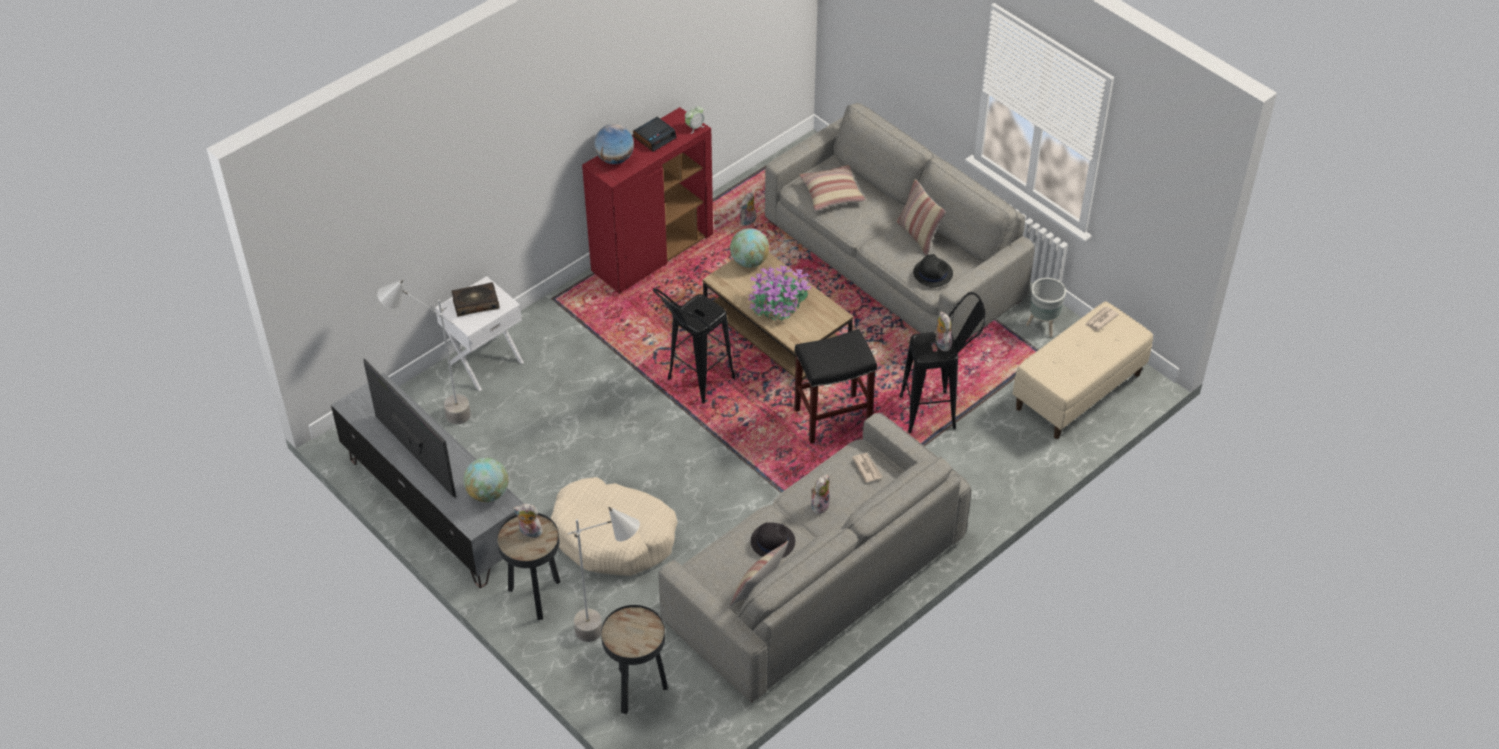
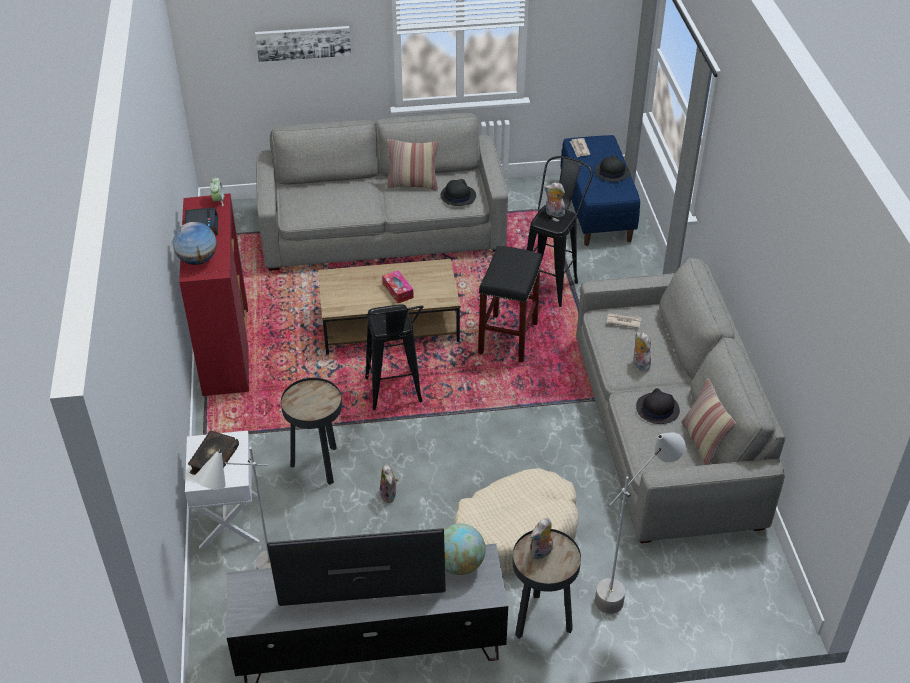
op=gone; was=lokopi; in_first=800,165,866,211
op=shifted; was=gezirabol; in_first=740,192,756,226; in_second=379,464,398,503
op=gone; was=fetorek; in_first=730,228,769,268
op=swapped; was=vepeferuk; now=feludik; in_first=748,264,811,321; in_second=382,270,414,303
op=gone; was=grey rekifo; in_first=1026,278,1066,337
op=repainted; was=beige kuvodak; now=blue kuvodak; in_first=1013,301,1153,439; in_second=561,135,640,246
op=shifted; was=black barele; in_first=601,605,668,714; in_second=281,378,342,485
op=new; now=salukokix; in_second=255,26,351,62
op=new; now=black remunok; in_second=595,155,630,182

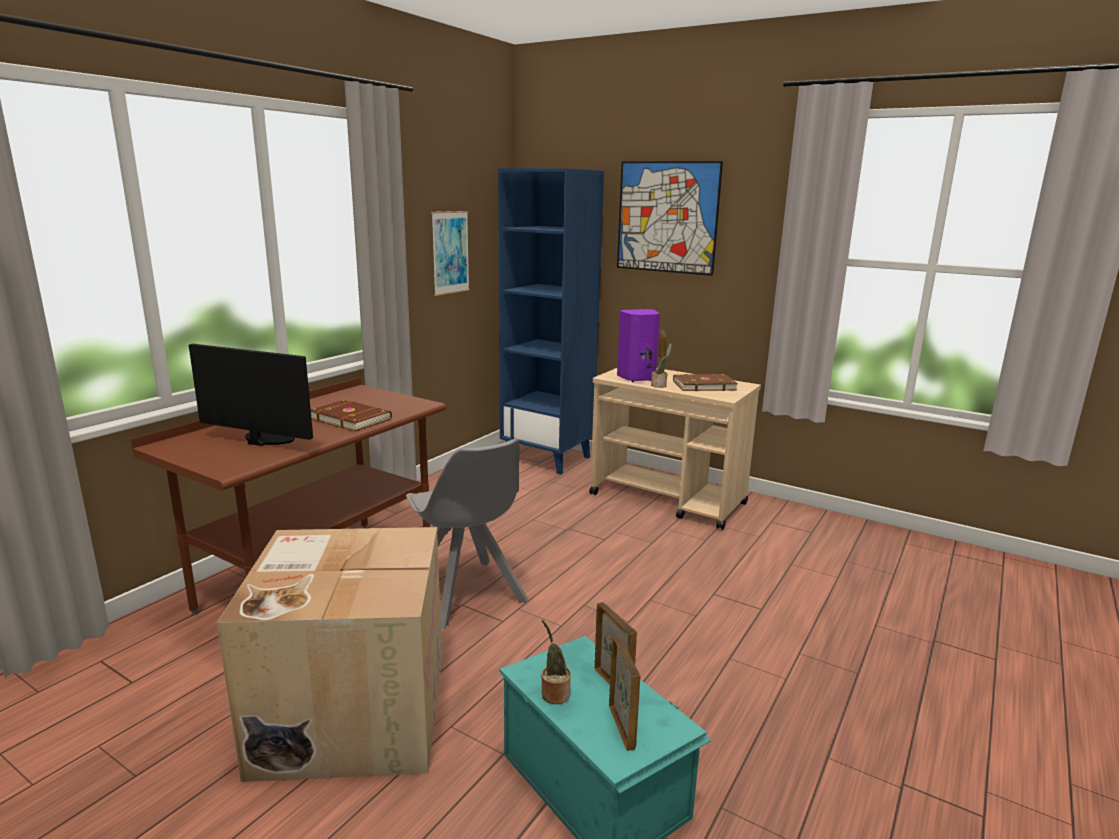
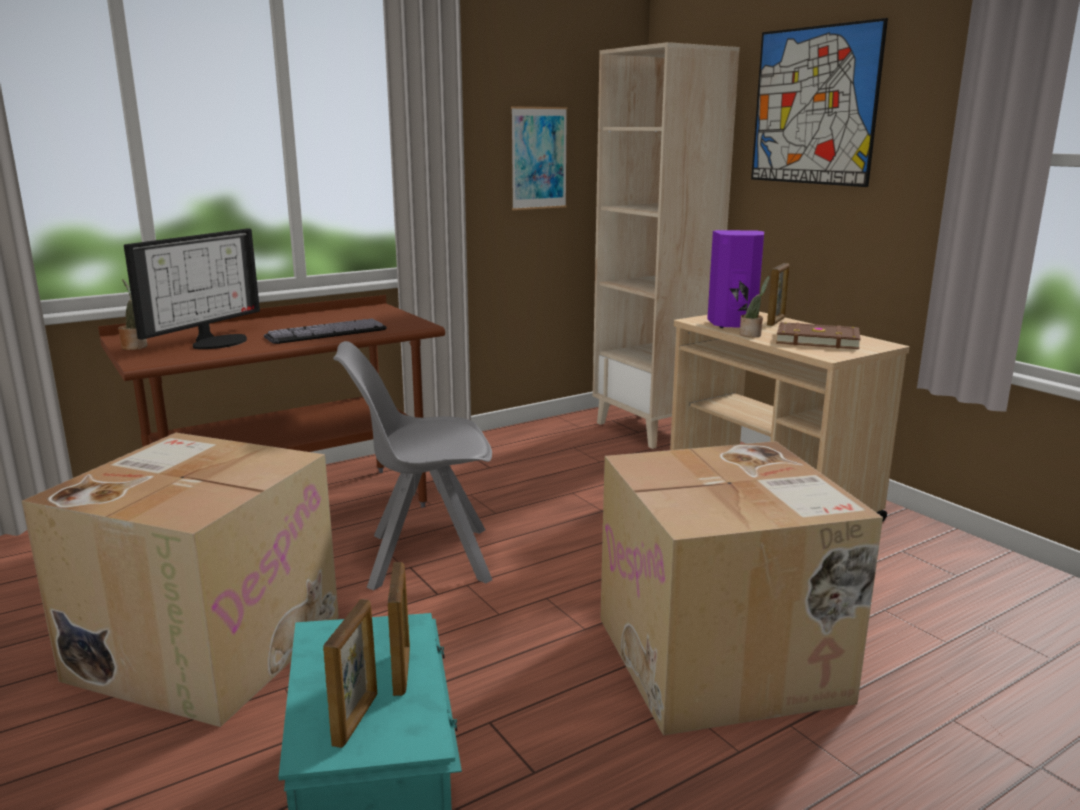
op=repainted; was=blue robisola; now=beige robisola; in_first=498,168,604,475; in_second=593,42,740,449
op=rotated; was=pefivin; in_first=189,344,313,446; in_second=124,228,260,349; clockwise=75
op=swapped; was=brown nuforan; now=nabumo; in_first=311,399,392,431; in_second=264,319,387,344
op=rotated; was=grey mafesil; in_first=406,439,528,629; in_second=333,341,492,590; clockwise=90
op=shifted; was=vepeferuk; in_first=541,620,571,704; in_second=118,279,148,350
op=new; now=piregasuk; in_second=600,441,883,736

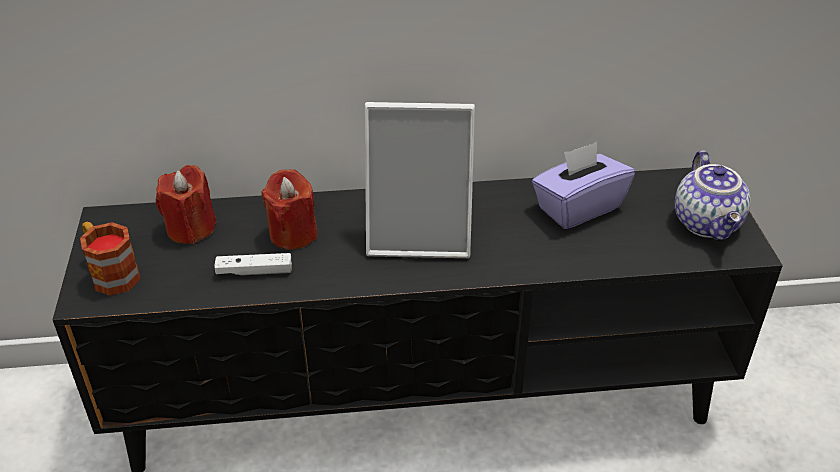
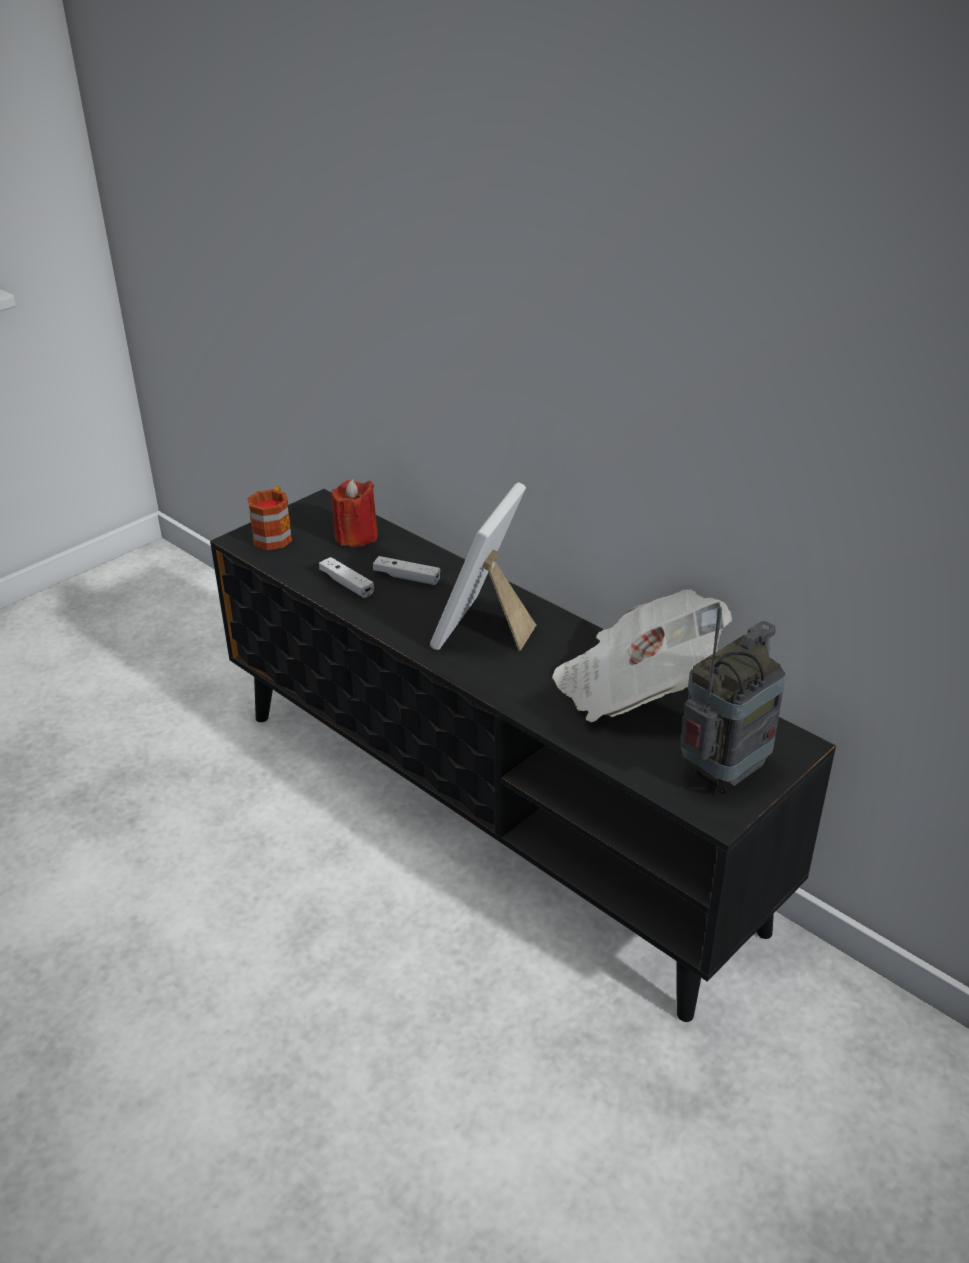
op=rotated; was=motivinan; in_first=365,102,475,258; in_second=430,482,536,651; clockwise=60
op=swapped; was=purple feludik; now=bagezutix; in_first=532,142,635,229; in_second=552,589,732,723
op=swapped; was=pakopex; now=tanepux; in_first=675,150,751,241; in_second=680,607,786,794
op=swapped; was=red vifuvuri; now=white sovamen; in_first=261,169,318,250; in_second=373,556,440,585

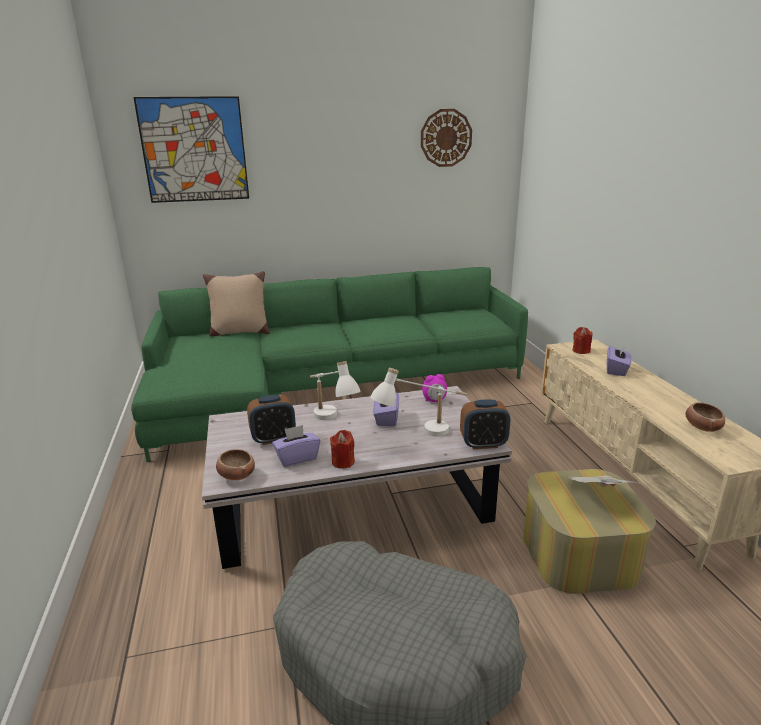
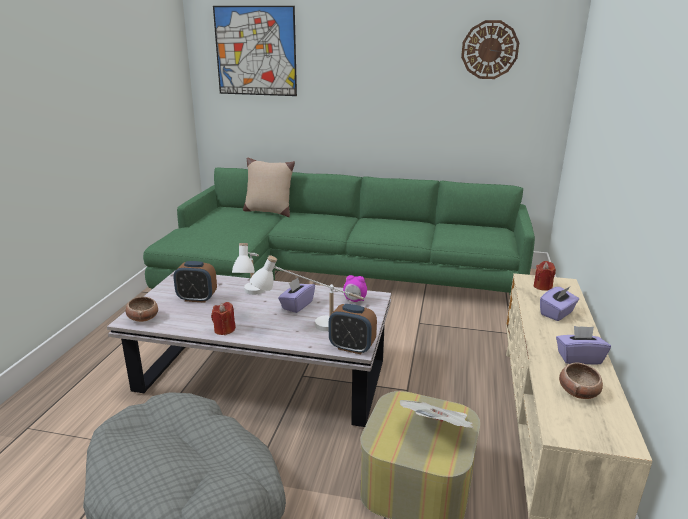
op=shifted; was=purple feludik; in_first=272,425,320,467; in_second=556,326,611,365

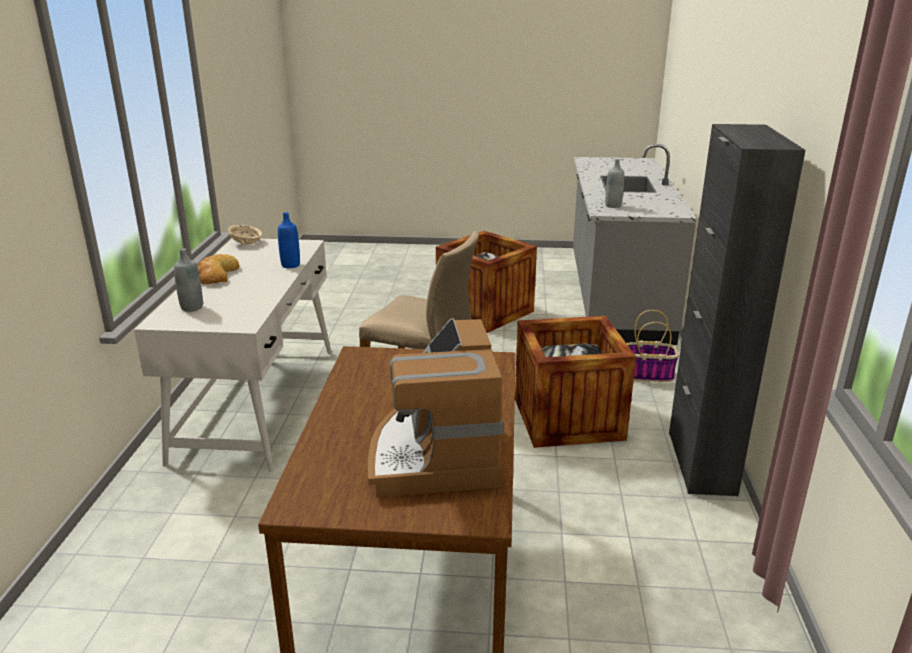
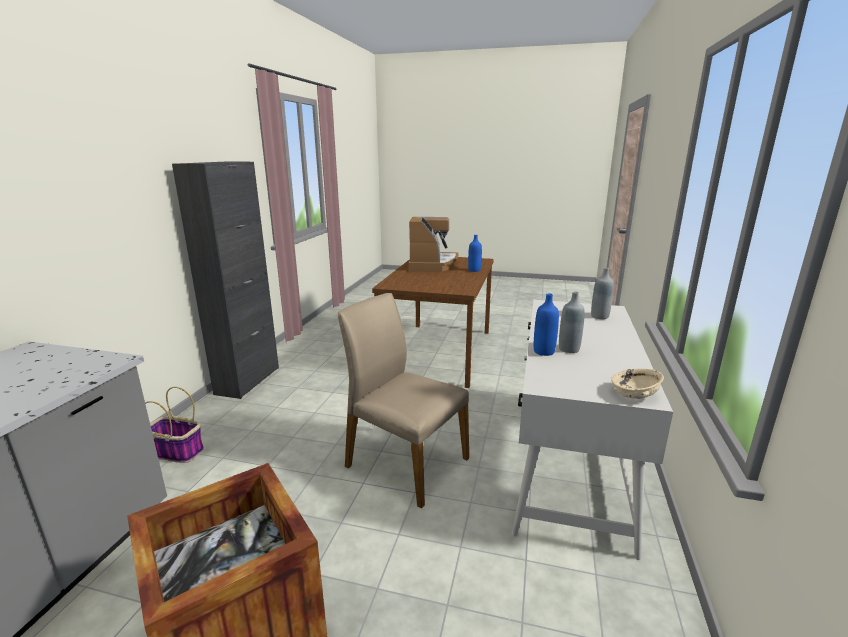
op=shifted; was=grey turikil; in_first=605,159,624,208; in_second=559,292,585,353
op=gone; was=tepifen; in_first=197,254,239,285
op=gone; was=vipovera; in_first=515,316,636,448
op=new; now=blue turikil; in_second=468,235,482,272

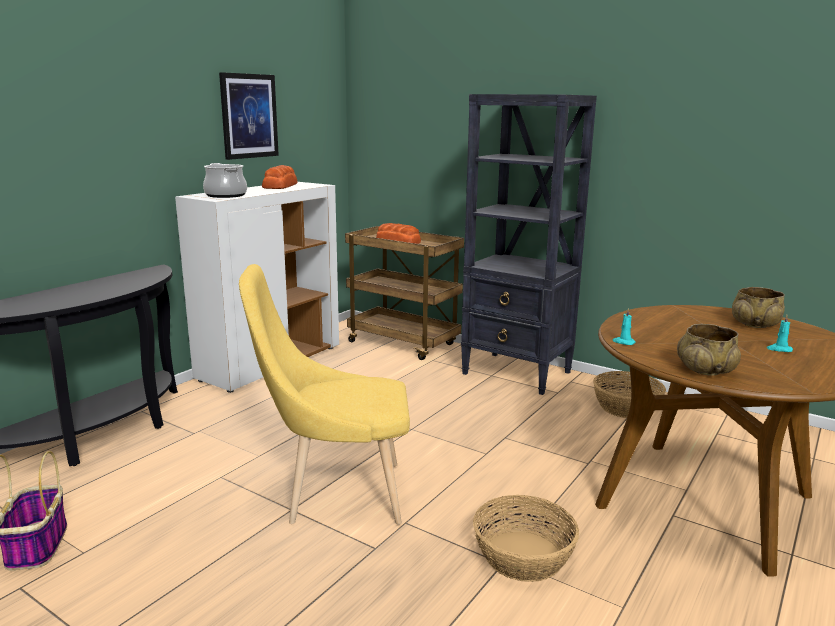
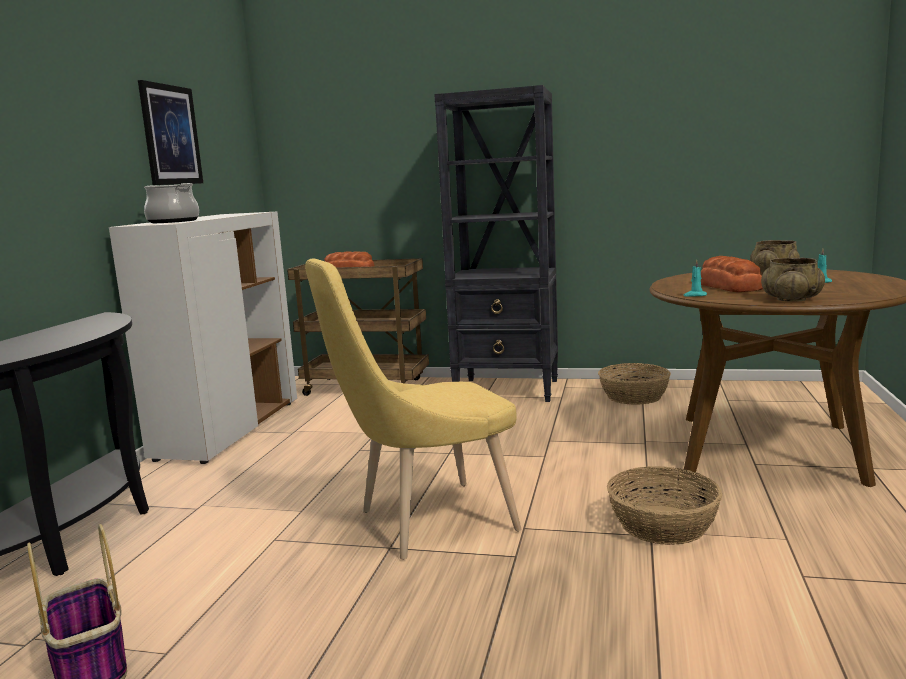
op=shifted; was=tepifen; in_first=262,165,297,189; in_second=701,256,763,292

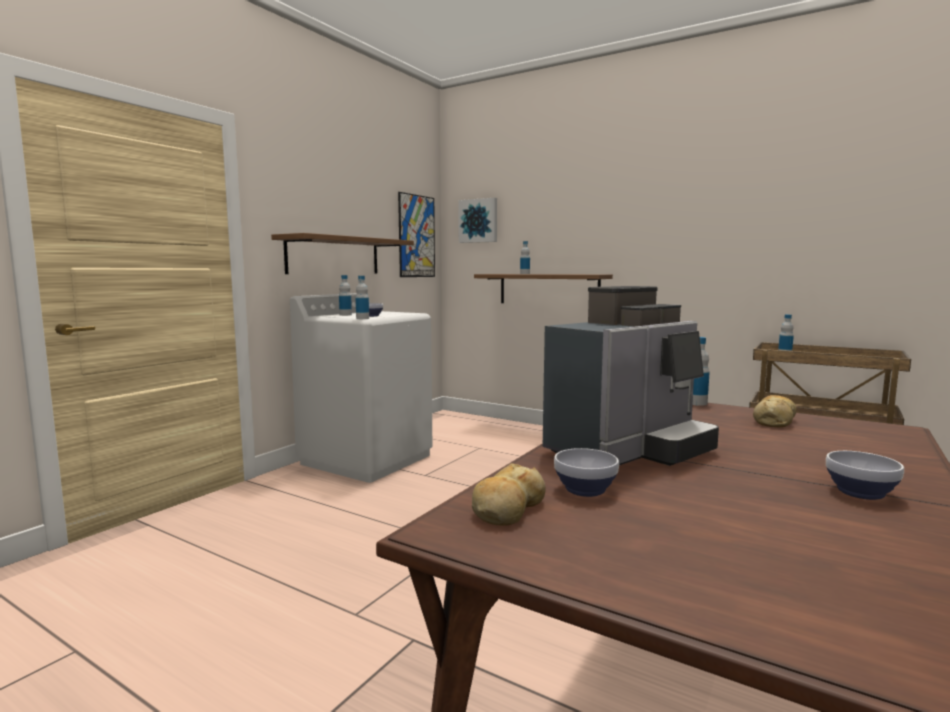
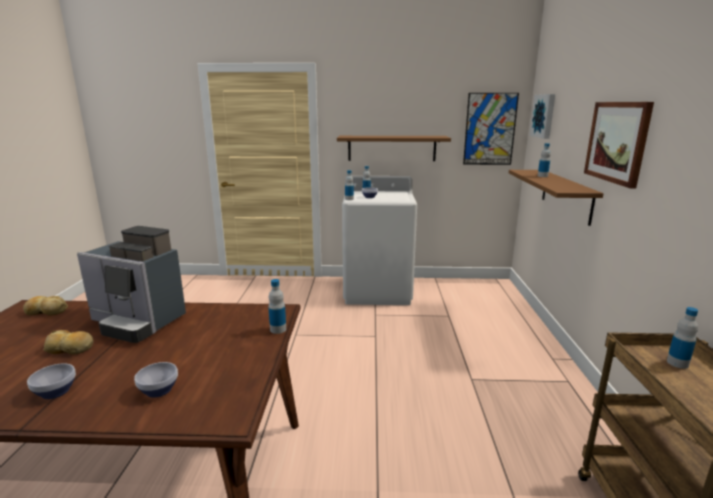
op=shifted; was=tepifen; in_first=753,395,797,427; in_second=43,330,94,355
op=shifted; was=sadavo; in_first=554,448,619,497; in_second=134,362,178,398
op=new; now=salukokix; in_second=584,102,654,188

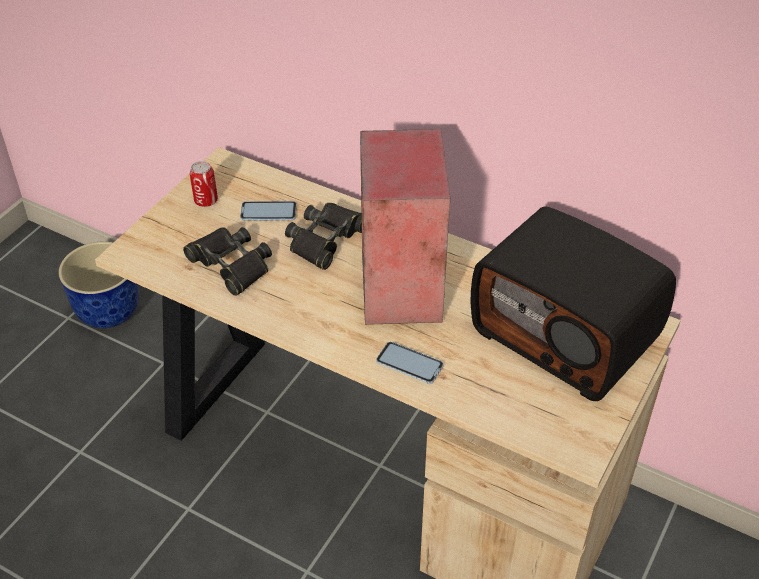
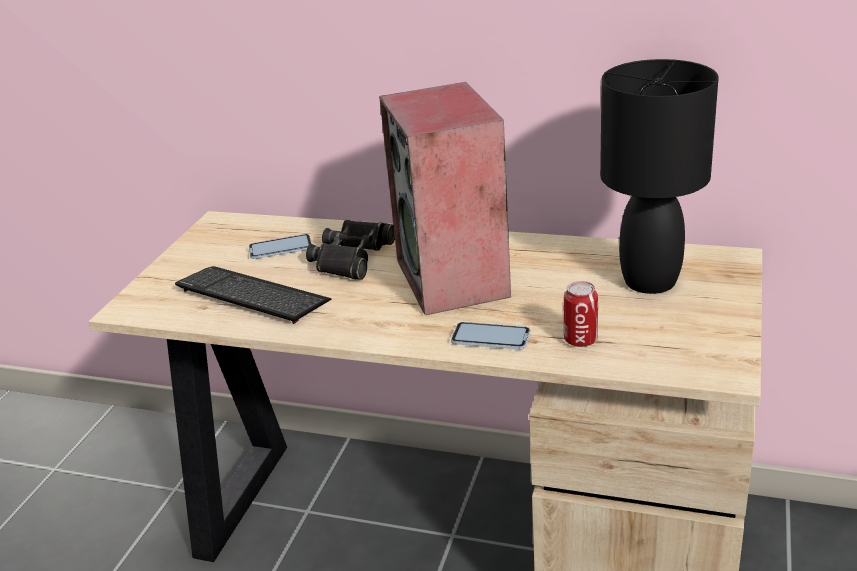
op=shifted; was=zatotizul; in_first=190,161,218,207; in_second=564,281,598,347
op=swapped; was=tanepux; now=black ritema; in_first=471,206,676,401; in_second=600,59,718,294
op=swapped; was=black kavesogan; now=nabumo; in_first=183,227,272,296; in_second=175,266,331,324
op=gone; was=rekifo; in_first=58,242,139,328

